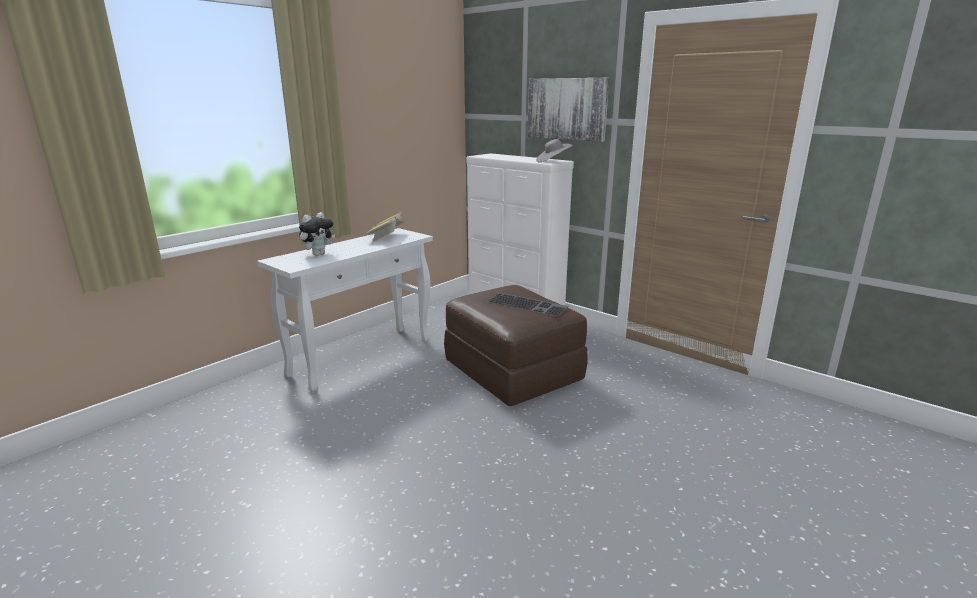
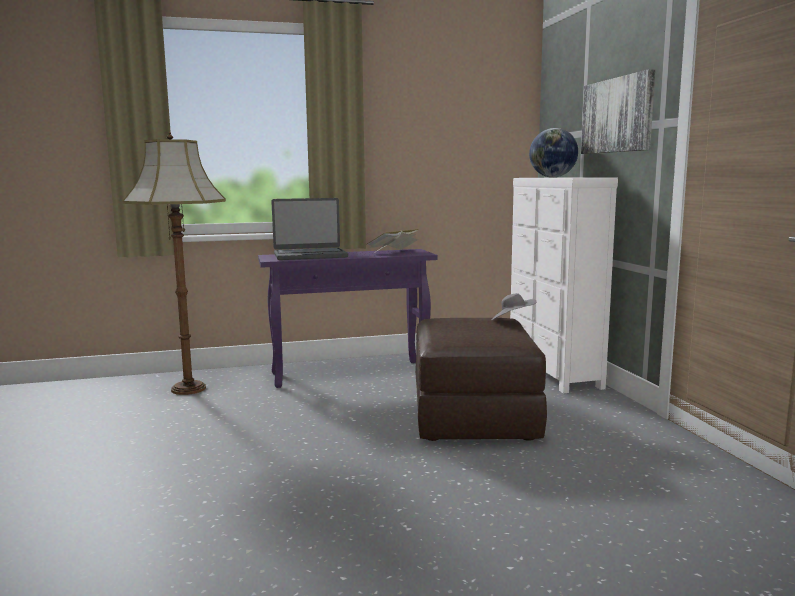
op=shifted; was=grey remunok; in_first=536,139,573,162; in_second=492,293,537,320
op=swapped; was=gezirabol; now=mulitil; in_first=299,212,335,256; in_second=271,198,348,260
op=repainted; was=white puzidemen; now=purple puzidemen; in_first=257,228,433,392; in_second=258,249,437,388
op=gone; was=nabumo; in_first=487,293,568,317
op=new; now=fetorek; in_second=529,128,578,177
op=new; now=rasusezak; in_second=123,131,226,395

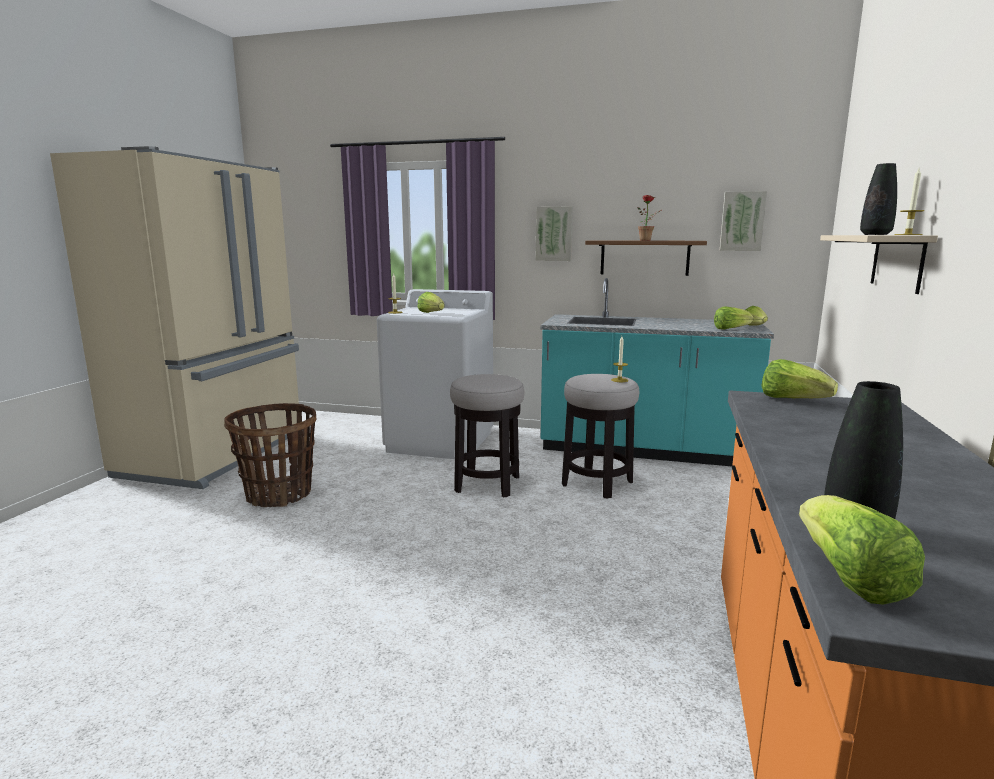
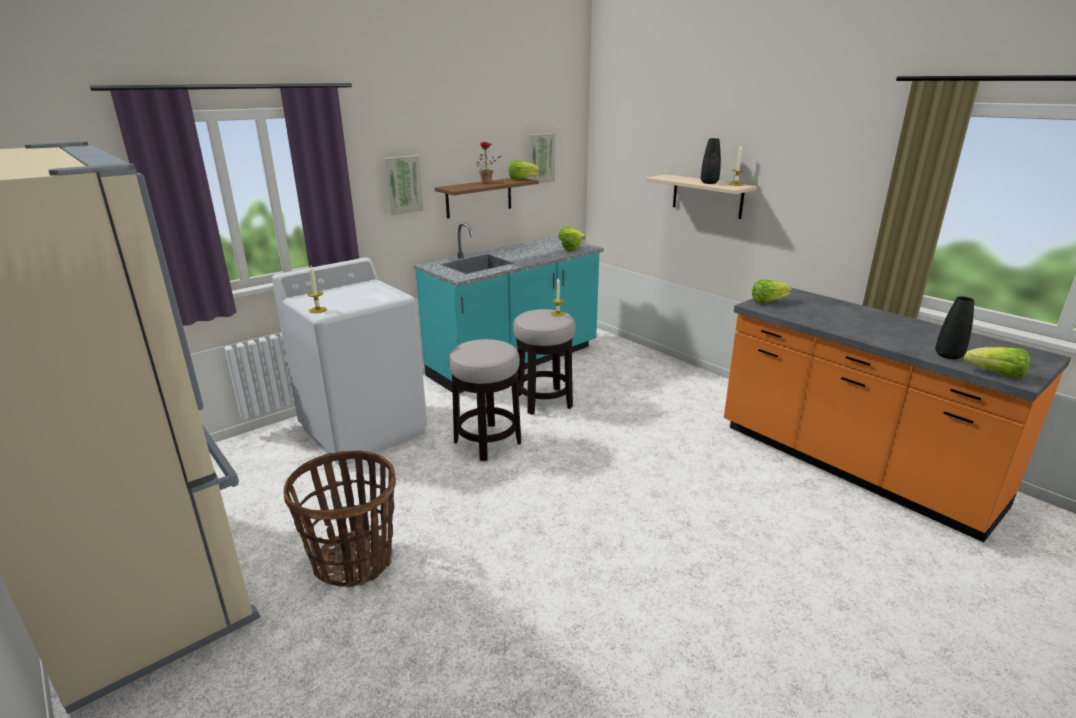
op=shifted; was=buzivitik; in_first=417,292,445,313; in_second=509,160,540,180

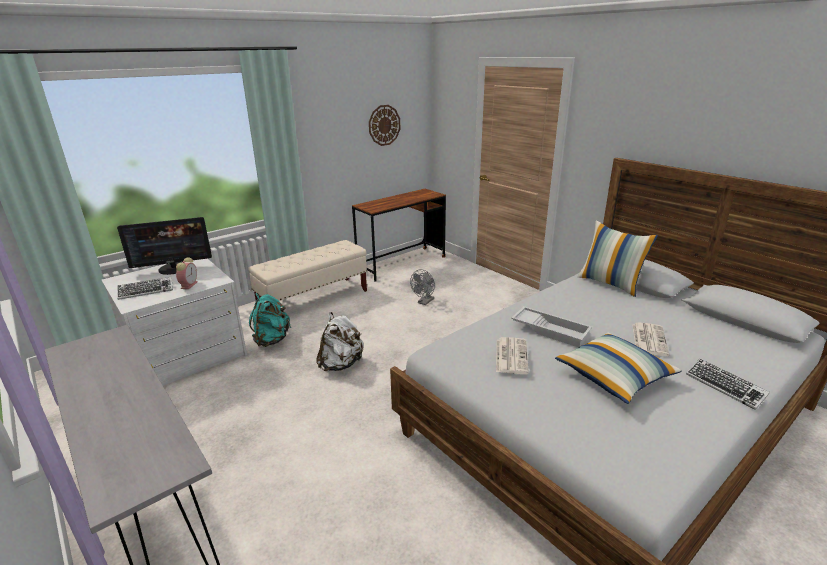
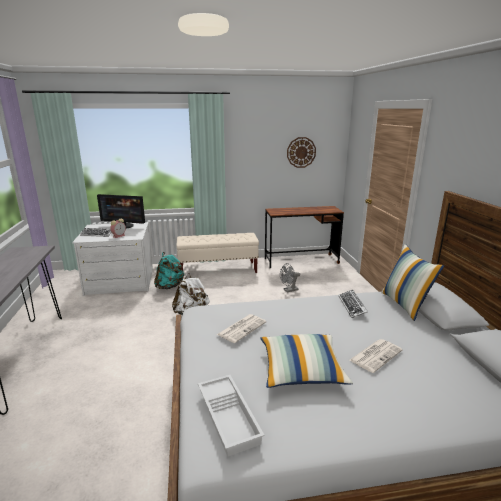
op=shifted; was=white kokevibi; in_first=511,306,592,347; in_second=198,375,265,457
op=shifted; was=nabumo; in_first=686,359,770,410; in_second=339,290,368,318

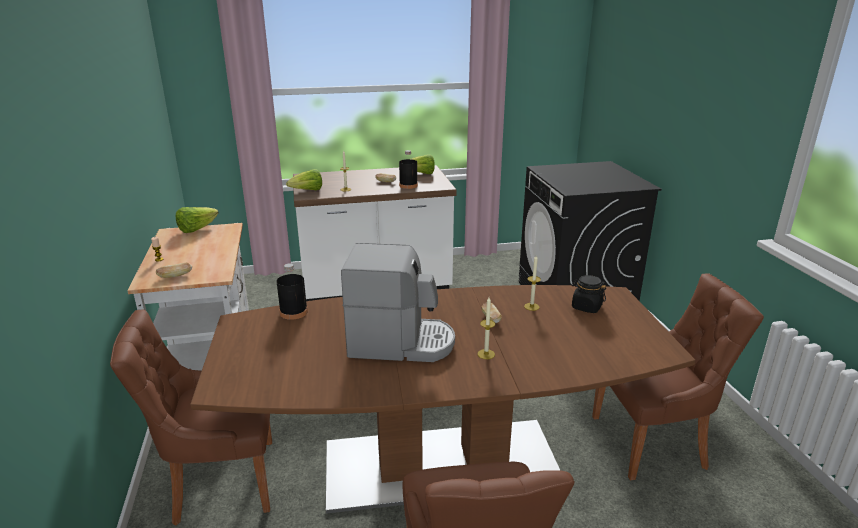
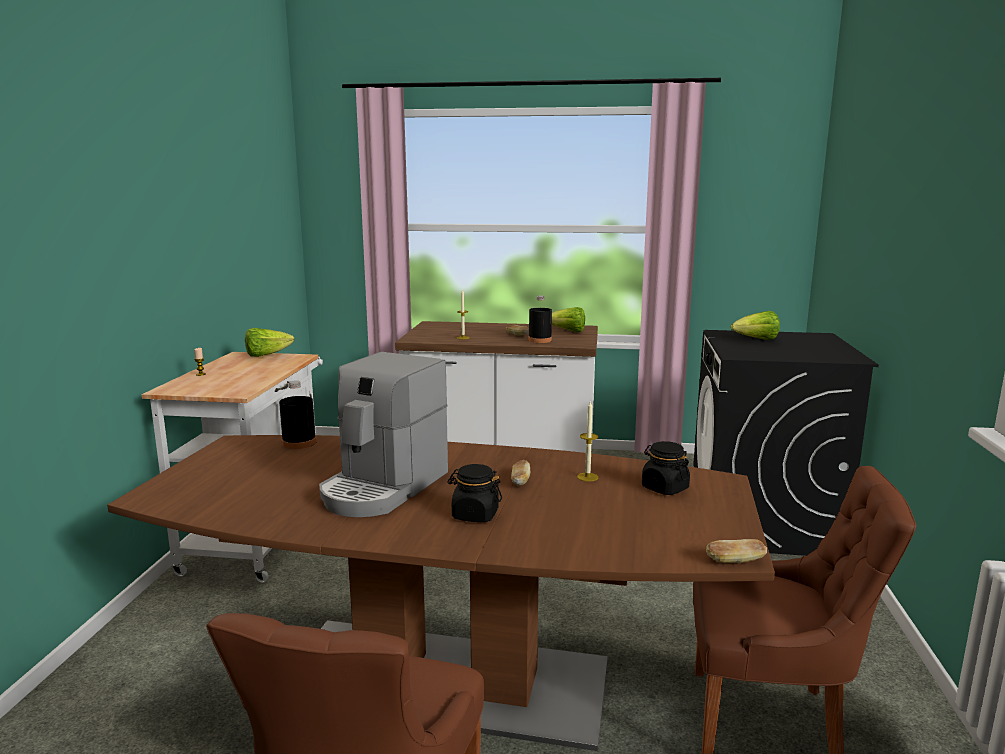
op=shifted; was=buzivitik; in_first=286,169,322,190; in_second=731,311,780,340
op=rotated; was=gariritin; in_first=341,243,455,362; in_second=319,352,448,517; clockwise=90
op=shifted; was=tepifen; in_first=156,263,192,278; in_second=706,539,767,563
op=swapped; was=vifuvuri; now=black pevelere; in_first=478,298,495,359; in_second=448,464,502,522
op=gone; was=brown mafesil; in_first=110,310,272,526

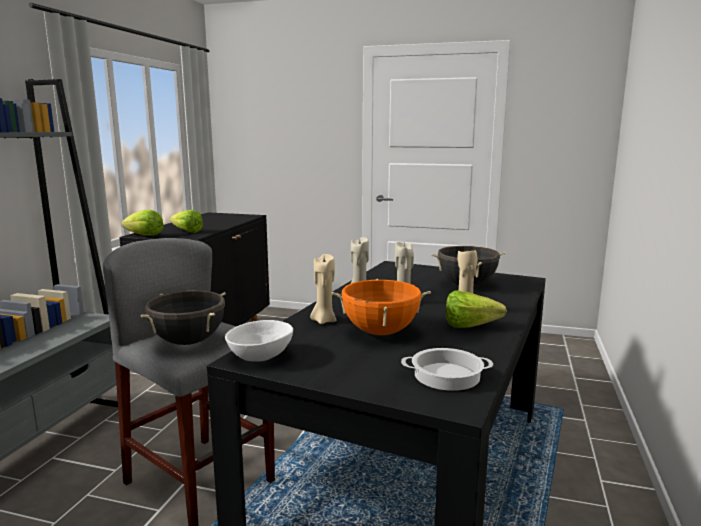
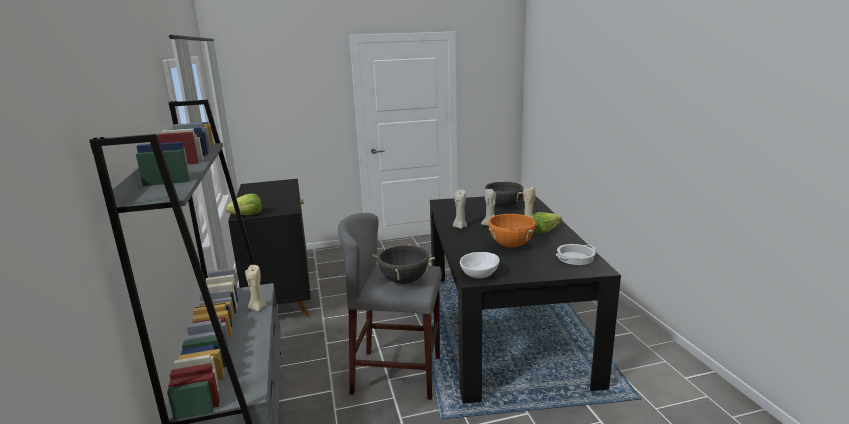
op=gone; was=buzivitik; in_first=170,210,203,233
op=shifted; was=beige vifuvuri; in_first=310,254,336,324; in_second=245,265,267,311

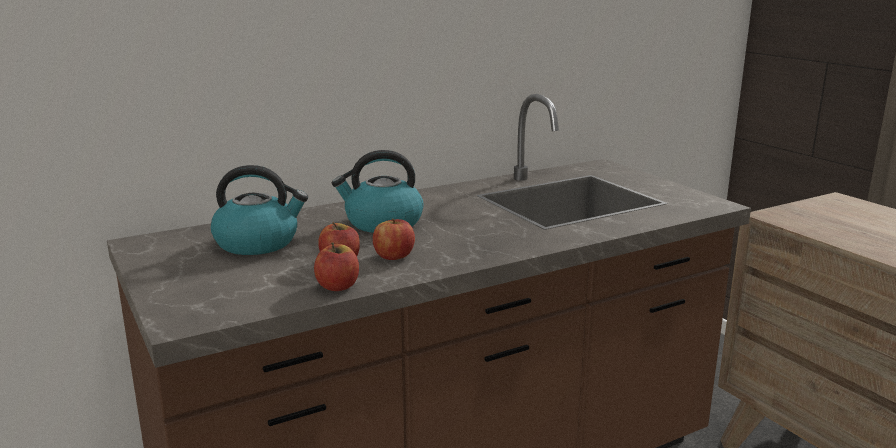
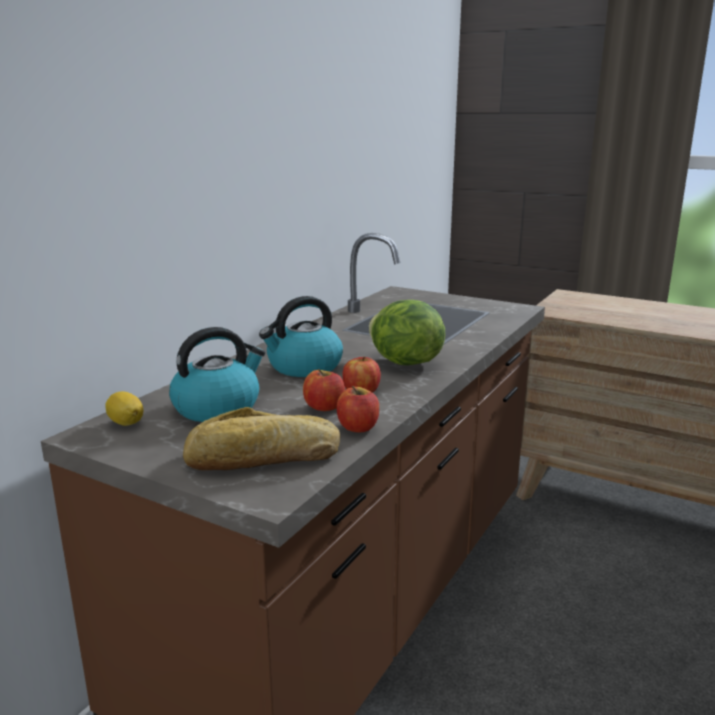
op=new; now=buzivitik; in_second=369,300,445,365
op=new; now=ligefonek; in_second=105,391,143,426
op=new; now=tepifen; in_second=183,407,340,470

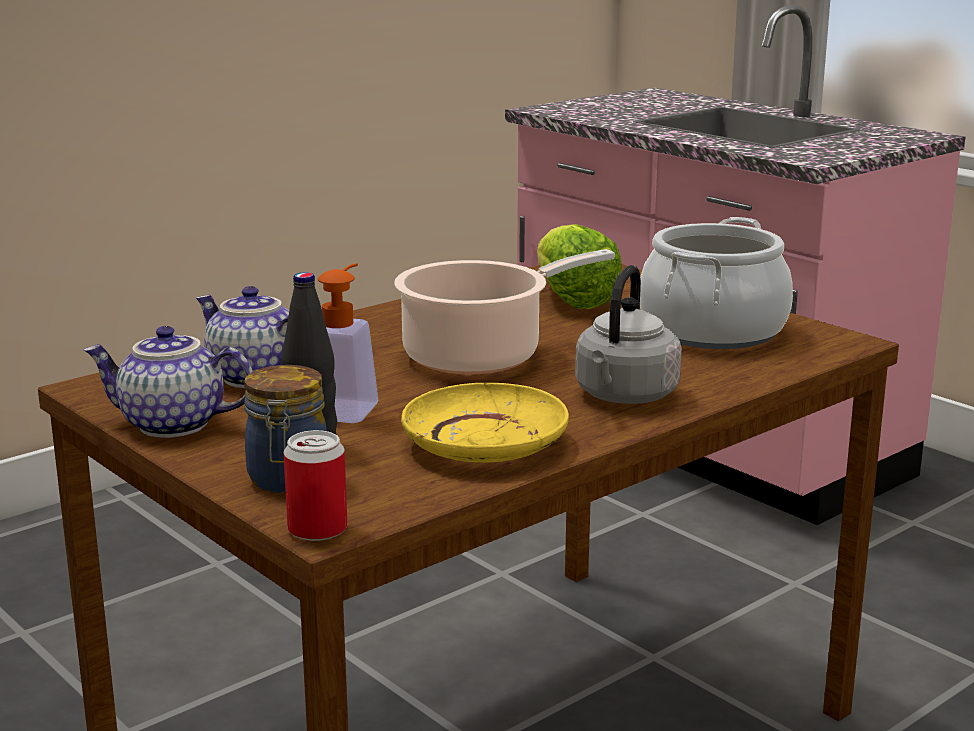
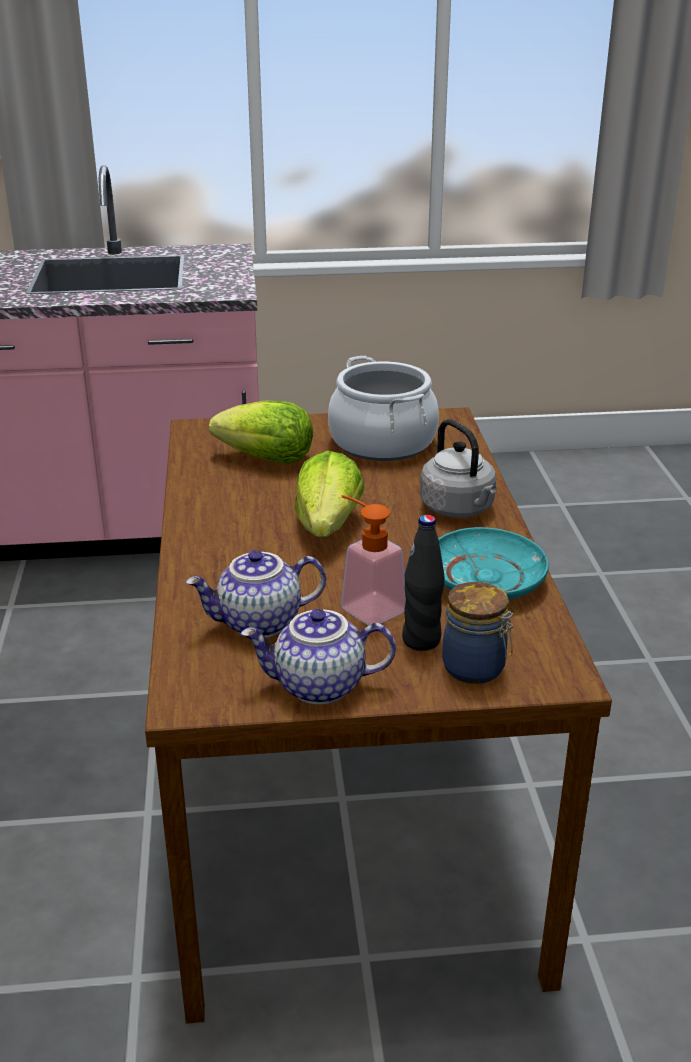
op=swapped; was=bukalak; now=buzivitik; in_first=394,249,615,375; in_second=295,451,364,537
op=rotated; was=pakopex; in_first=83,326,253,438; in_second=241,609,396,705; clockwise=45
op=repainted; was=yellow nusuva; now=turquoise nusuva; in_first=401,383,569,463; in_second=438,527,549,600
op=gone; was=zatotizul; in_first=283,430,347,541

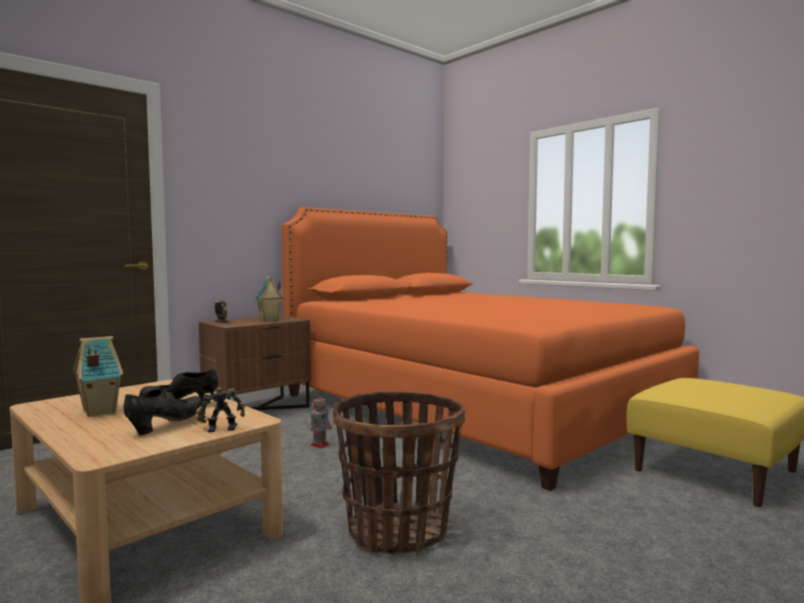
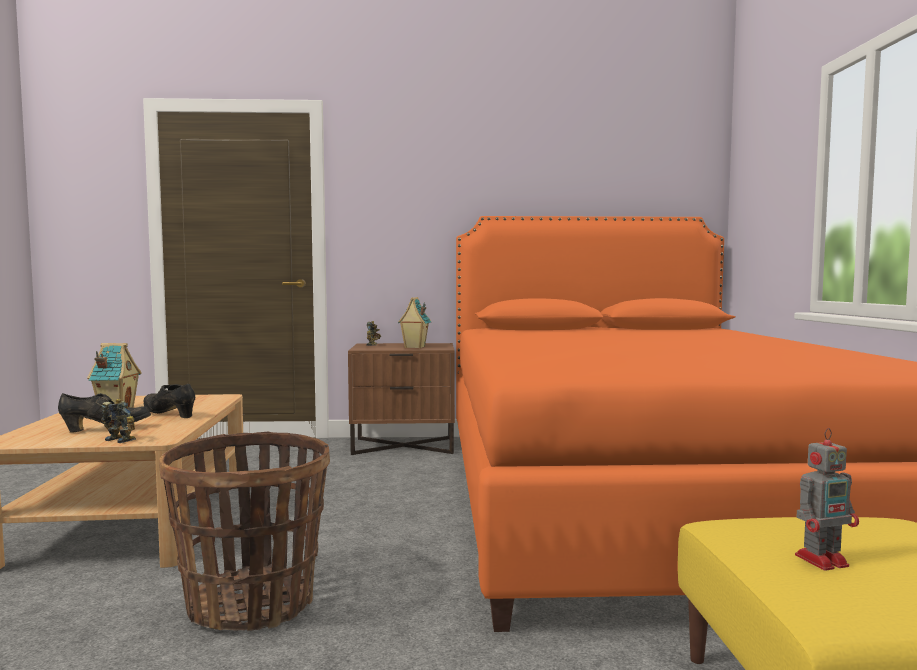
op=shifted; was=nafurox; in_first=310,394,332,448; in_second=795,428,859,571

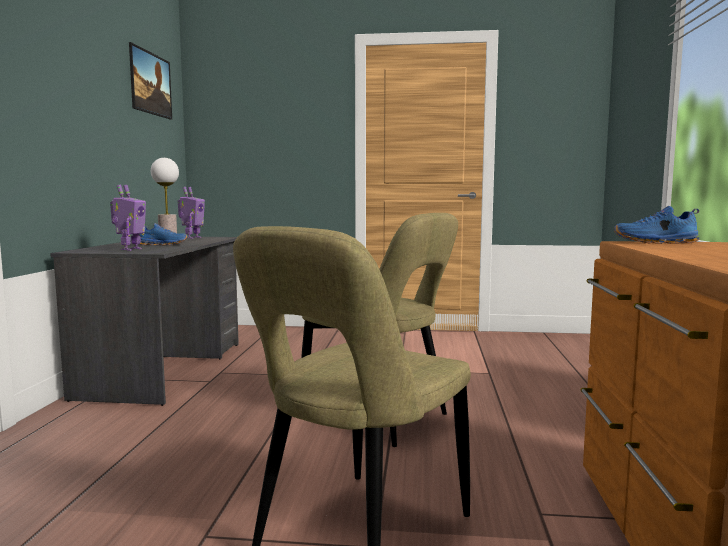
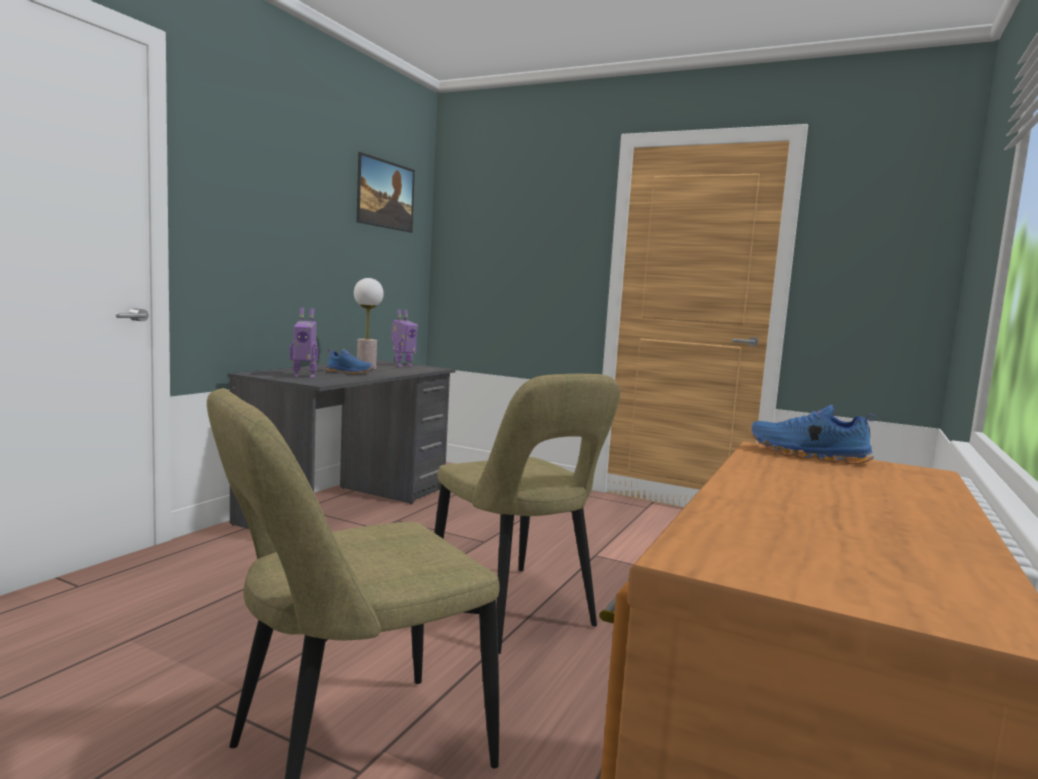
op=rotated; was=nafurox; in_first=110,185,146,251; in_second=290,308,318,378; clockwise=45

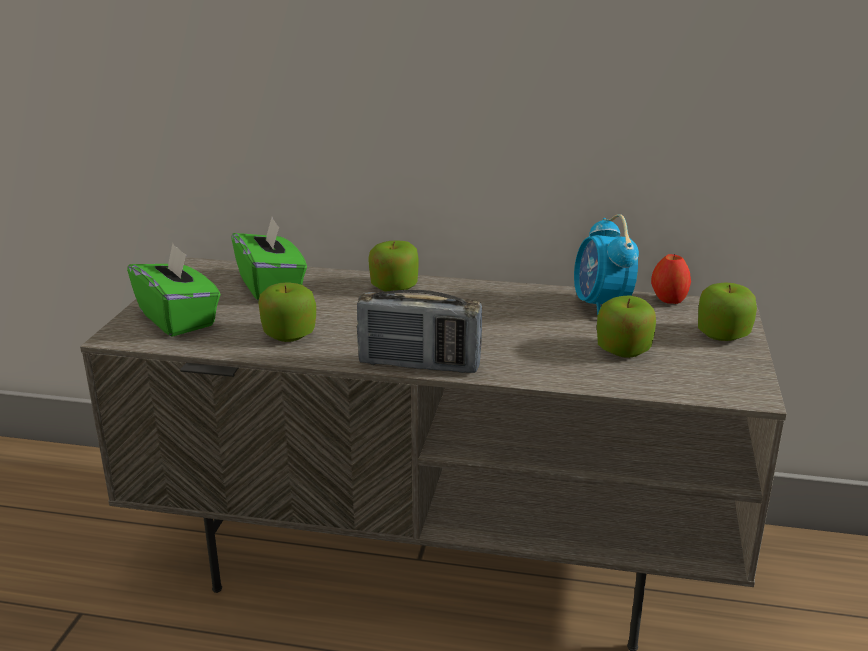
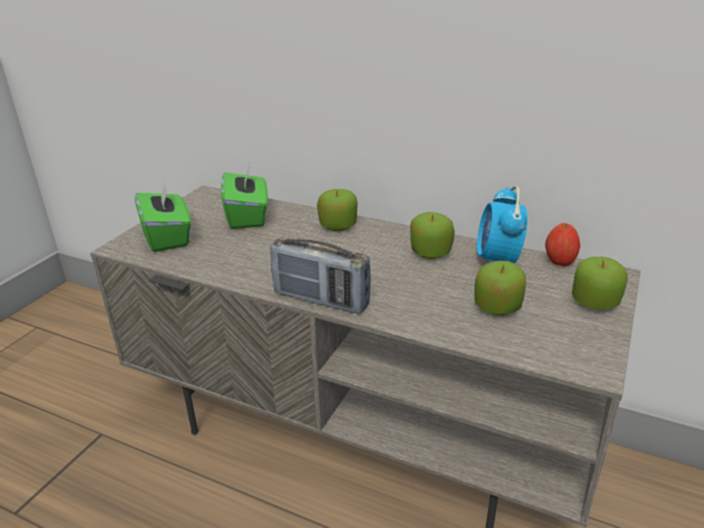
op=shifted; was=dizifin; in_first=258,283,316,342; in_second=410,212,455,259

